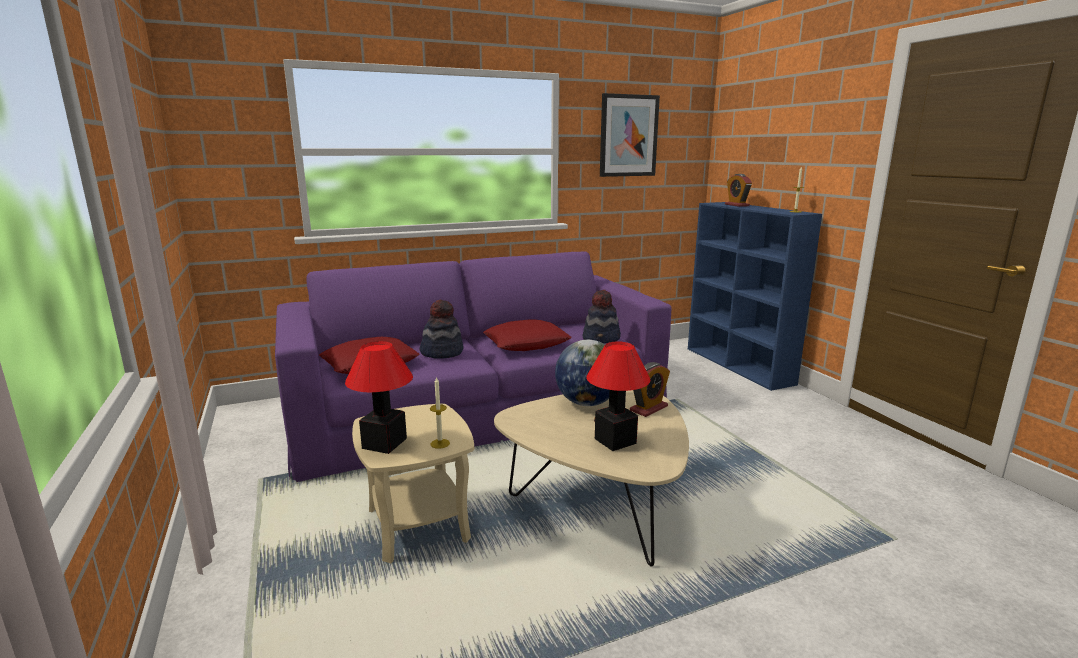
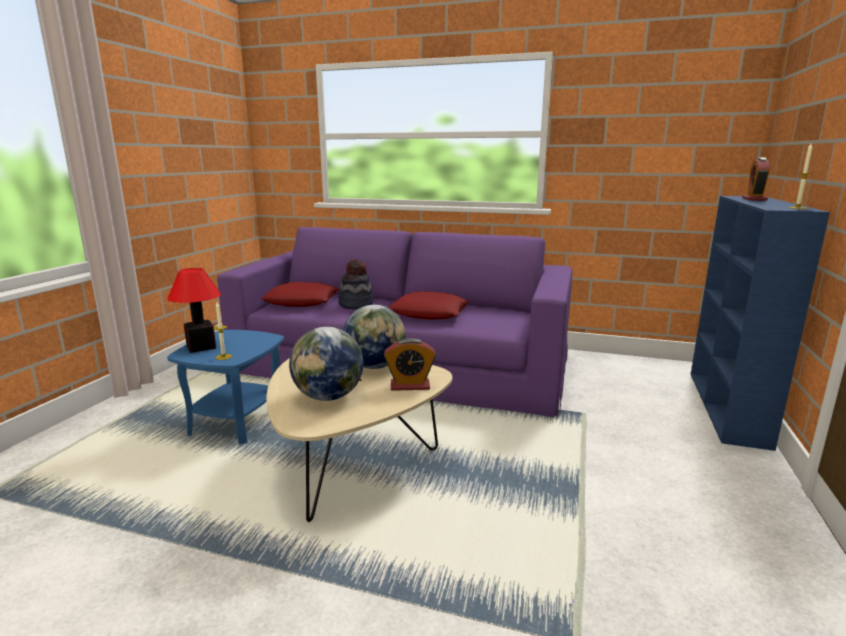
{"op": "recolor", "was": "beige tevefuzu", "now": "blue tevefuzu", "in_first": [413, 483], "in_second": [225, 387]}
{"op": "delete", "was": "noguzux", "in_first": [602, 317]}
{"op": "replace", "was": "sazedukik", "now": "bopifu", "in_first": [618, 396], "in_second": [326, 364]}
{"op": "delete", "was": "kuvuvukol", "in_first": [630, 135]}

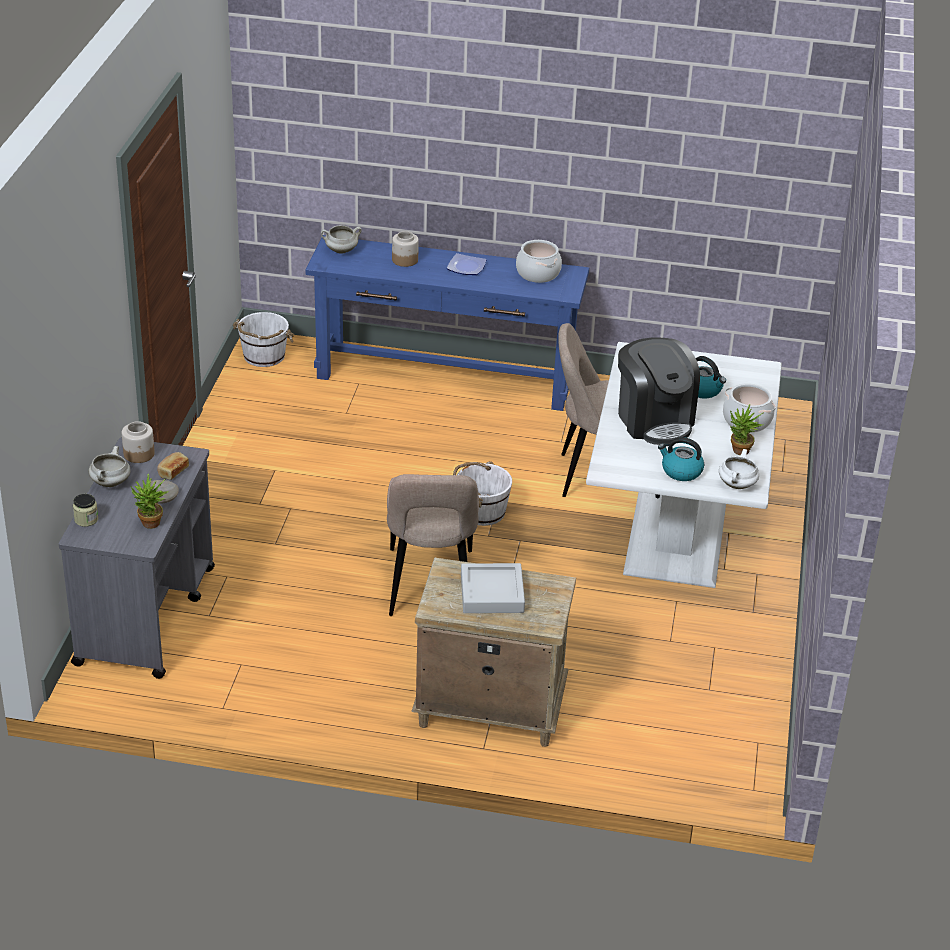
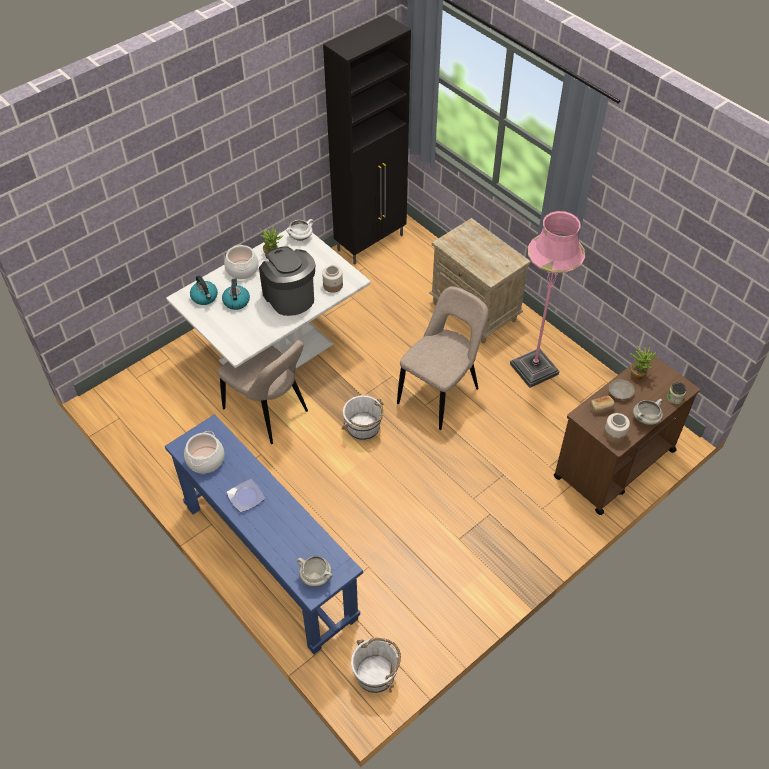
{"op": "recolor", "was": "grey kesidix", "now": "brown kesidix", "in_first": [137, 558], "in_second": [627, 433]}
{"op": "move", "was": "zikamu", "in_first": [405, 249], "in_second": [332, 279]}
{"op": "delete", "was": "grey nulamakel", "in_first": [493, 588]}
{"op": "rotate", "was": "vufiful", "in_first": [659, 391], "in_second": [287, 281], "clockwise": -45}
{"op": "move", "was": "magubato", "in_first": [681, 459], "in_second": [204, 290]}
{"op": "insert", "now": "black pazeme", "in_second": [367, 139]}
{"op": "insert", "now": "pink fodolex", "in_second": [547, 299]}

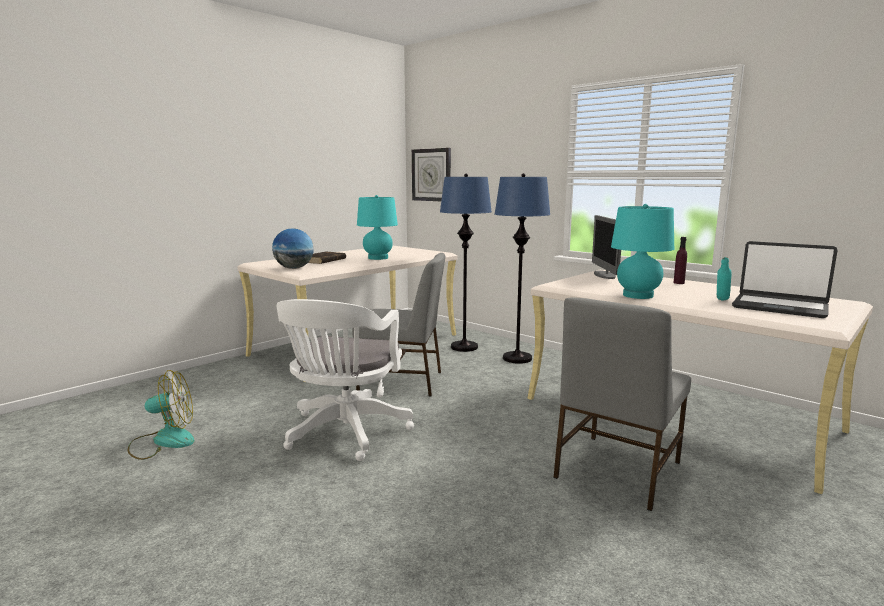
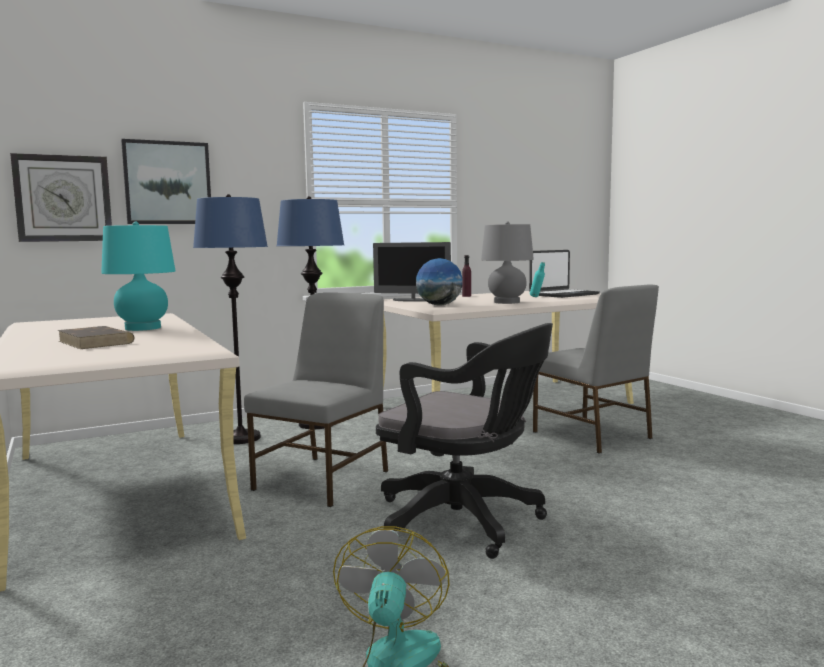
{"op": "move", "was": "bopifu", "in_first": [293, 248], "in_second": [439, 281]}
{"op": "recolor", "was": "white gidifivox", "now": "black gidifivox", "in_first": [345, 380], "in_second": [464, 441]}
{"op": "recolor", "was": "turquoise sazedukik", "now": "grey sazedukik", "in_first": [642, 251], "in_second": [507, 262]}
{"op": "insert", "now": "kuvuvukol", "in_second": [166, 181]}

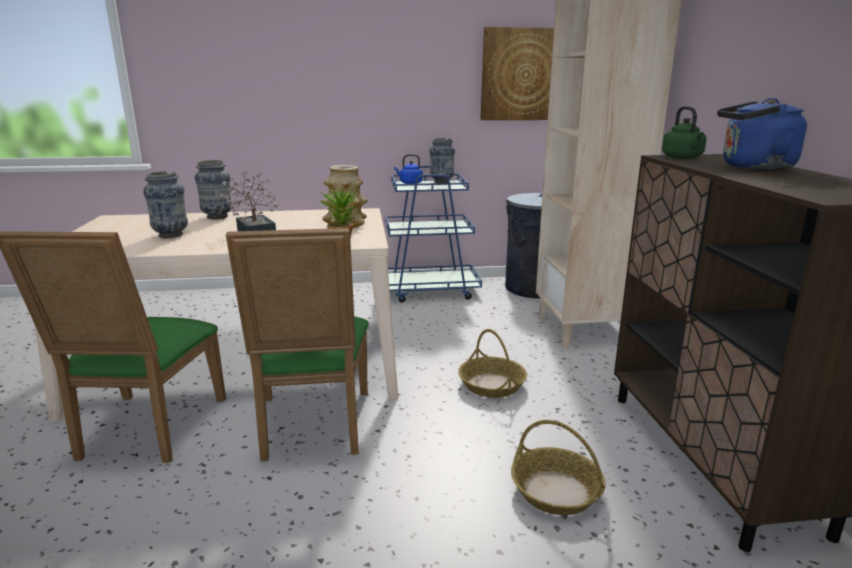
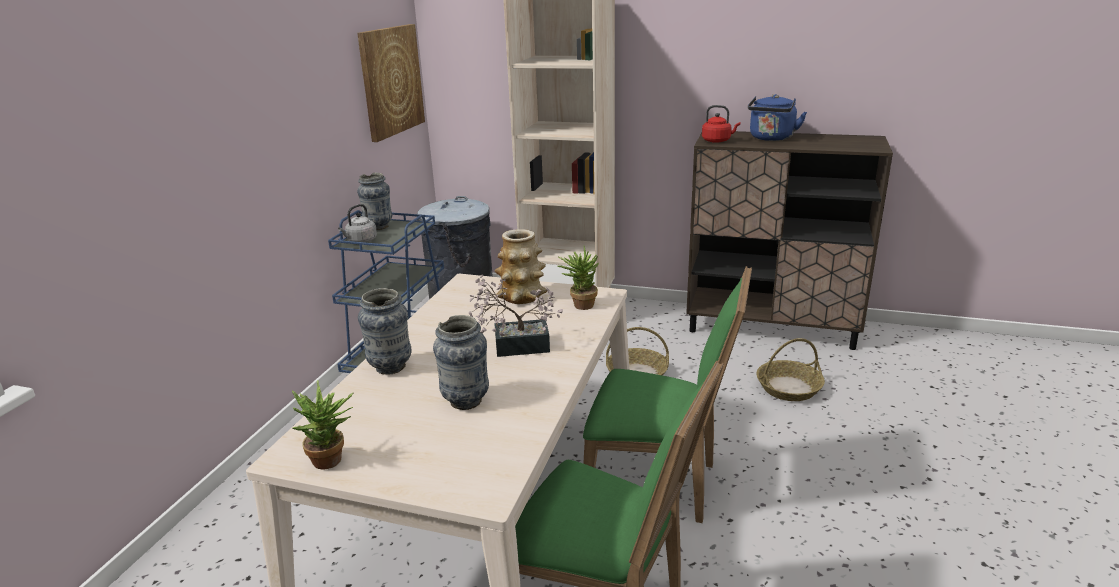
{"op": "recolor", "was": "blue magubato", "now": "grey magubato", "in_first": [408, 169], "in_second": [357, 223]}
{"op": "recolor", "was": "green magubato", "now": "red magubato", "in_first": [684, 132], "in_second": [721, 124]}
{"op": "insert", "now": "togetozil", "in_second": [322, 424]}

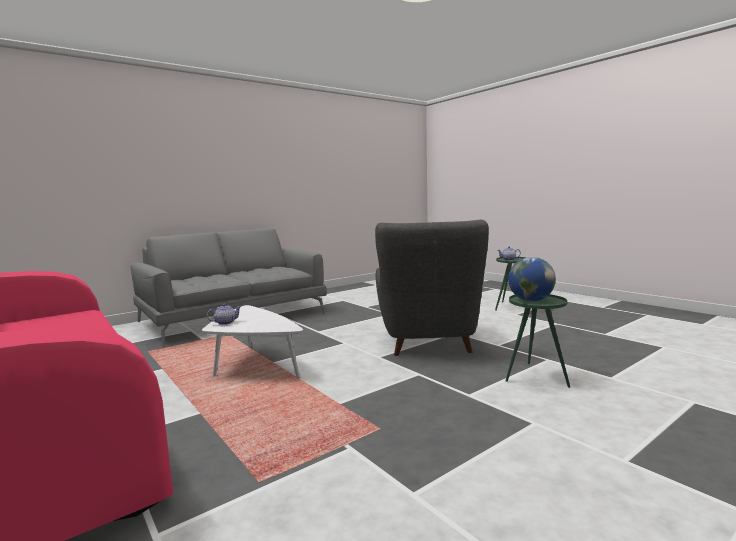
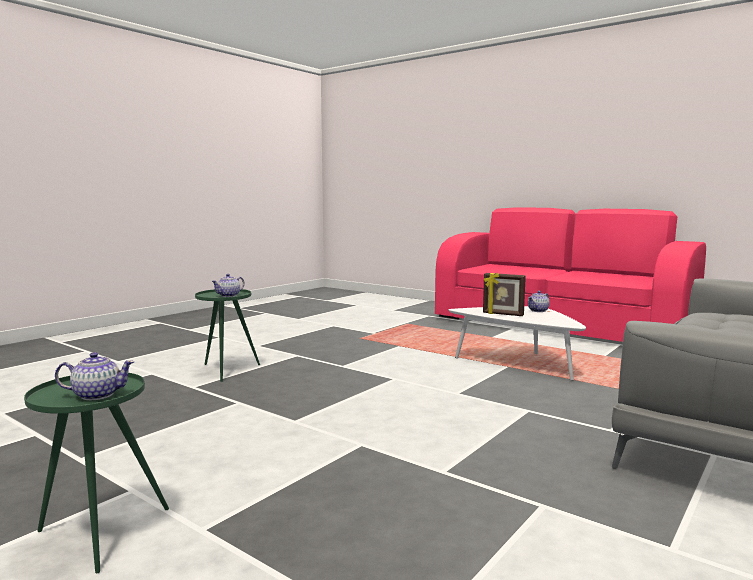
{"op": "delete", "was": "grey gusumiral", "in_first": [432, 288]}
{"op": "replace", "was": "bopifu", "now": "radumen", "in_first": [532, 279], "in_second": [228, 285]}
{"op": "insert", "now": "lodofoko", "in_second": [504, 294]}

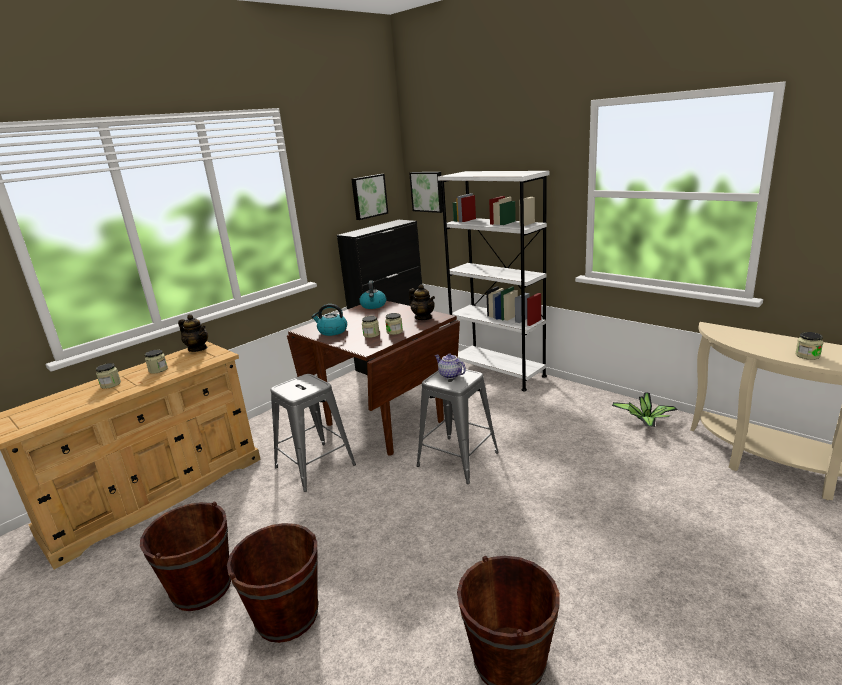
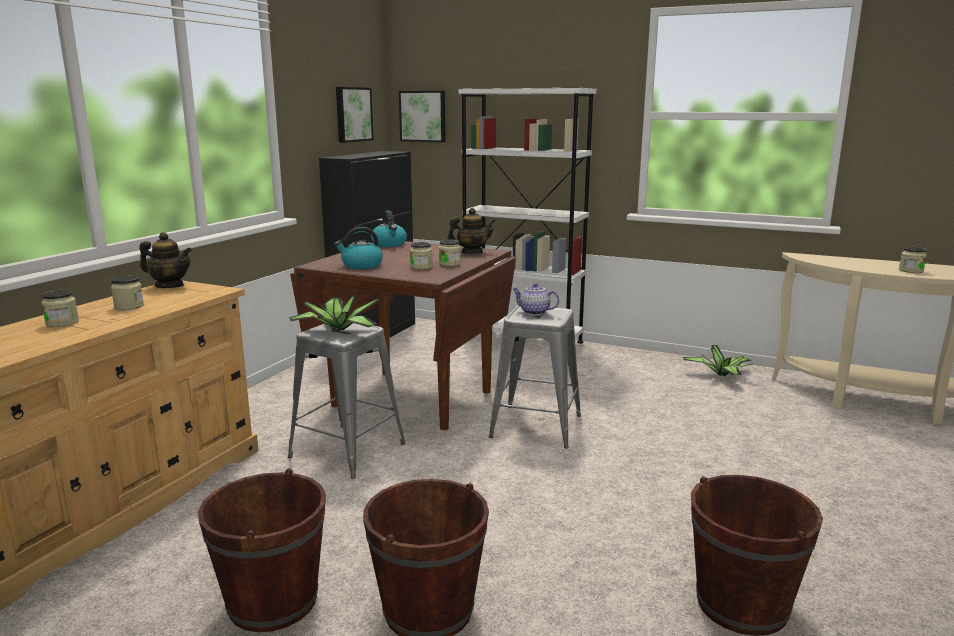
{"op": "rotate", "was": "radumen", "in_first": [422, 302], "in_second": [472, 231], "clockwise": -45}
{"op": "insert", "now": "togetozil", "in_second": [334, 313]}

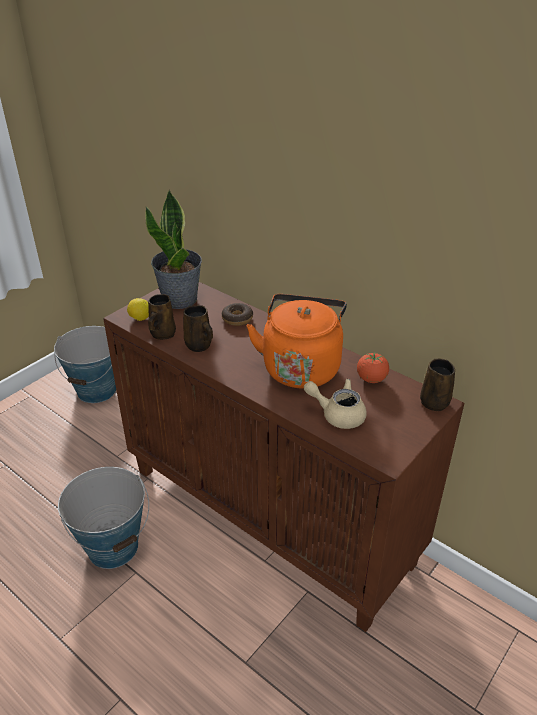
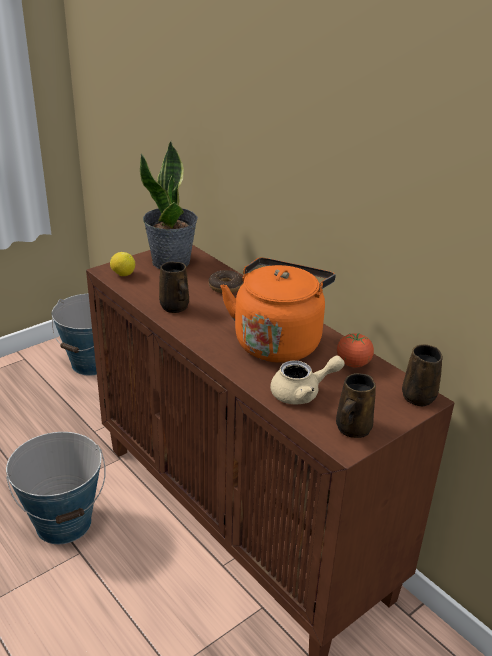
{"op": "move", "was": "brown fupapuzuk", "in_first": [162, 317], "in_second": [356, 405]}
{"op": "rotate", "was": "beige radumen", "in_first": [335, 404], "in_second": [307, 380], "clockwise": 135}

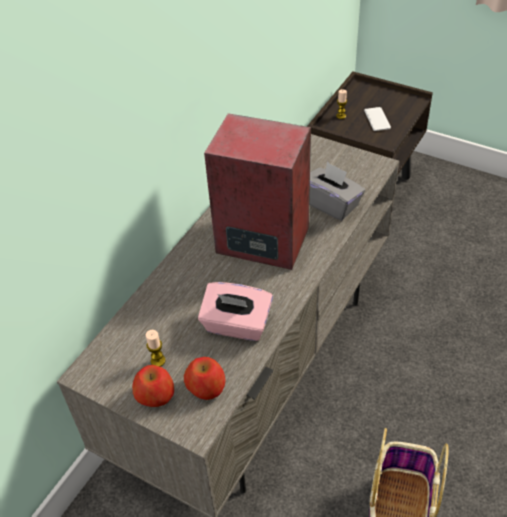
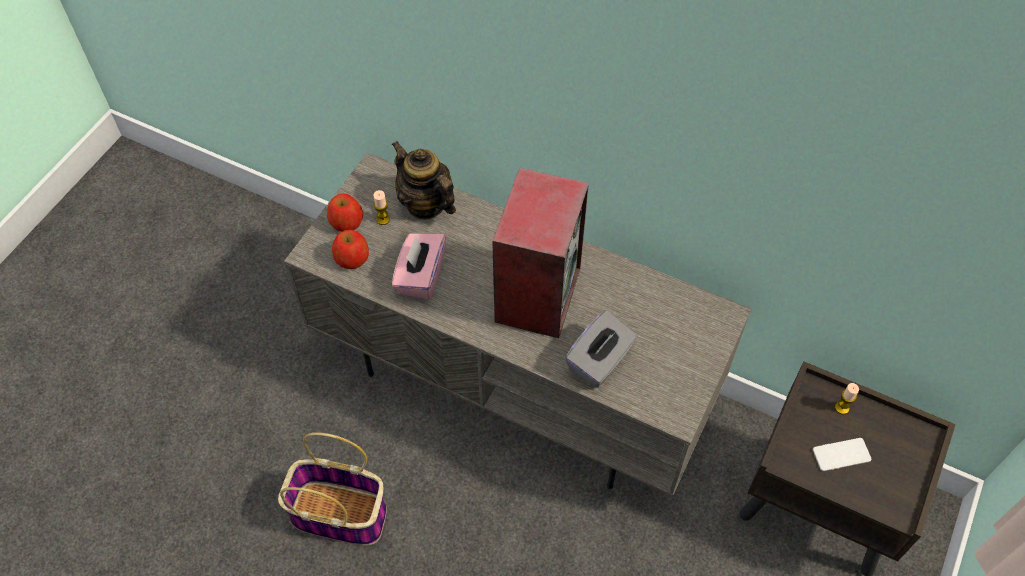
{"op": "insert", "now": "radumen", "in_second": [423, 180]}

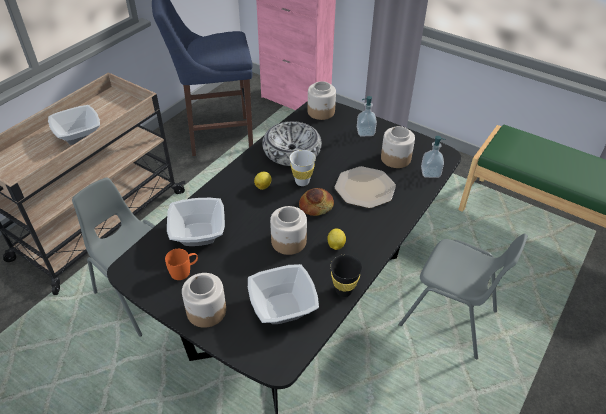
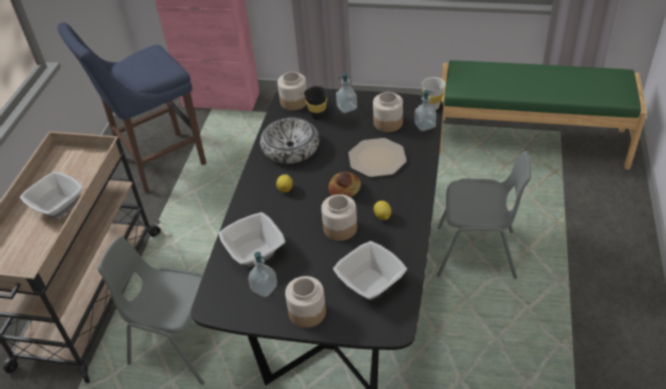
{"op": "replace", "was": "orange fupapuzuk", "now": "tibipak", "in_first": [181, 264], "in_second": [262, 274]}
{"op": "move", "was": "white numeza", "in_first": [303, 168], "in_second": [434, 93]}
{"op": "move", "was": "black numeza", "in_first": [346, 276], "in_second": [315, 102]}

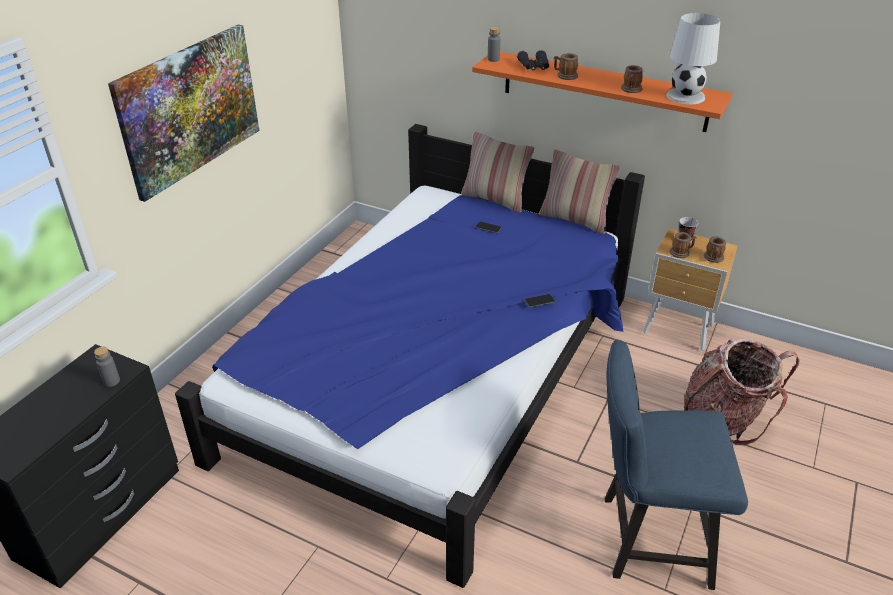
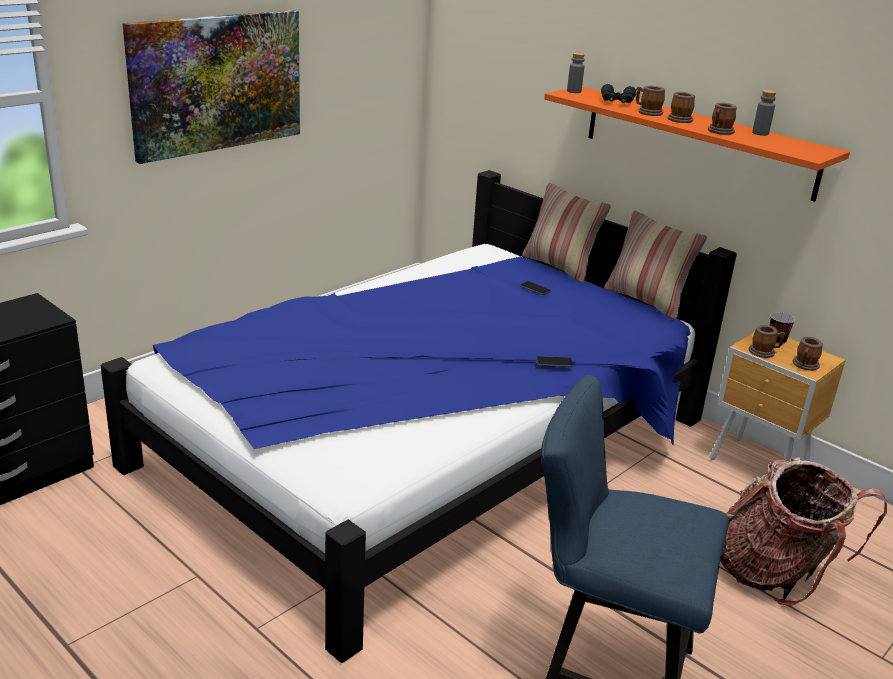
{"op": "move", "was": "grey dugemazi", "in_first": [107, 367], "in_second": [764, 113]}
{"op": "delete", "was": "white sazedukik", "in_first": [693, 58]}
{"op": "insert", "now": "fupapuzuk", "in_second": [681, 107]}

